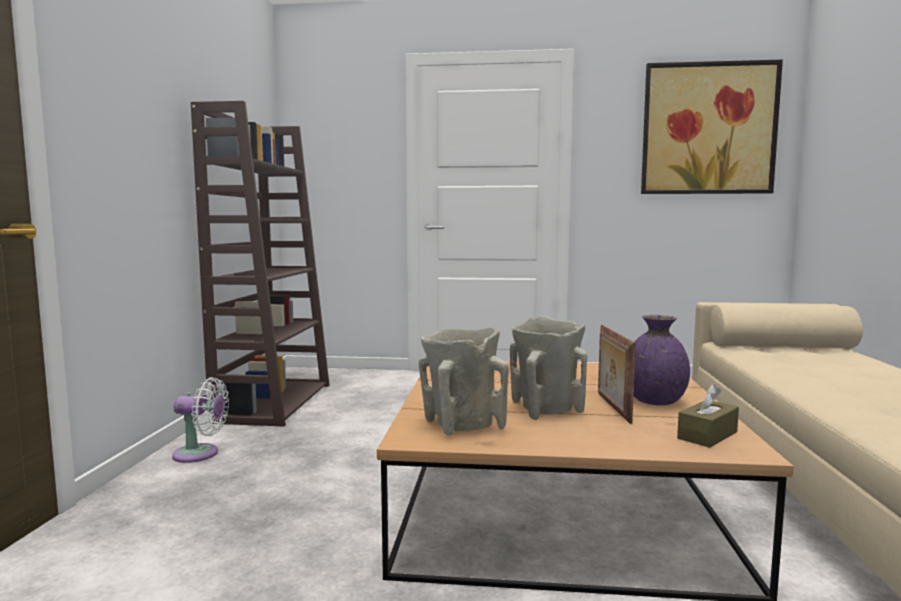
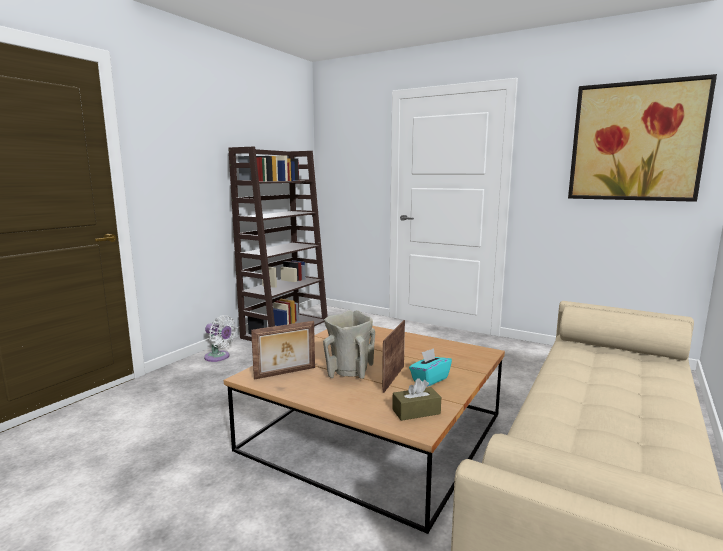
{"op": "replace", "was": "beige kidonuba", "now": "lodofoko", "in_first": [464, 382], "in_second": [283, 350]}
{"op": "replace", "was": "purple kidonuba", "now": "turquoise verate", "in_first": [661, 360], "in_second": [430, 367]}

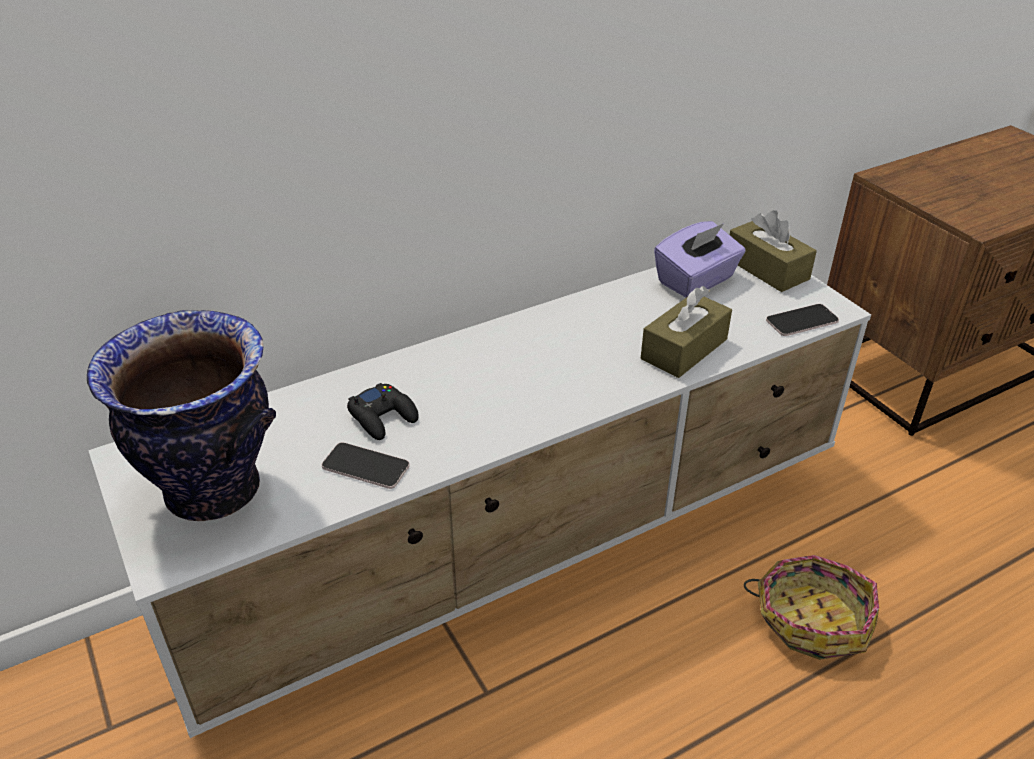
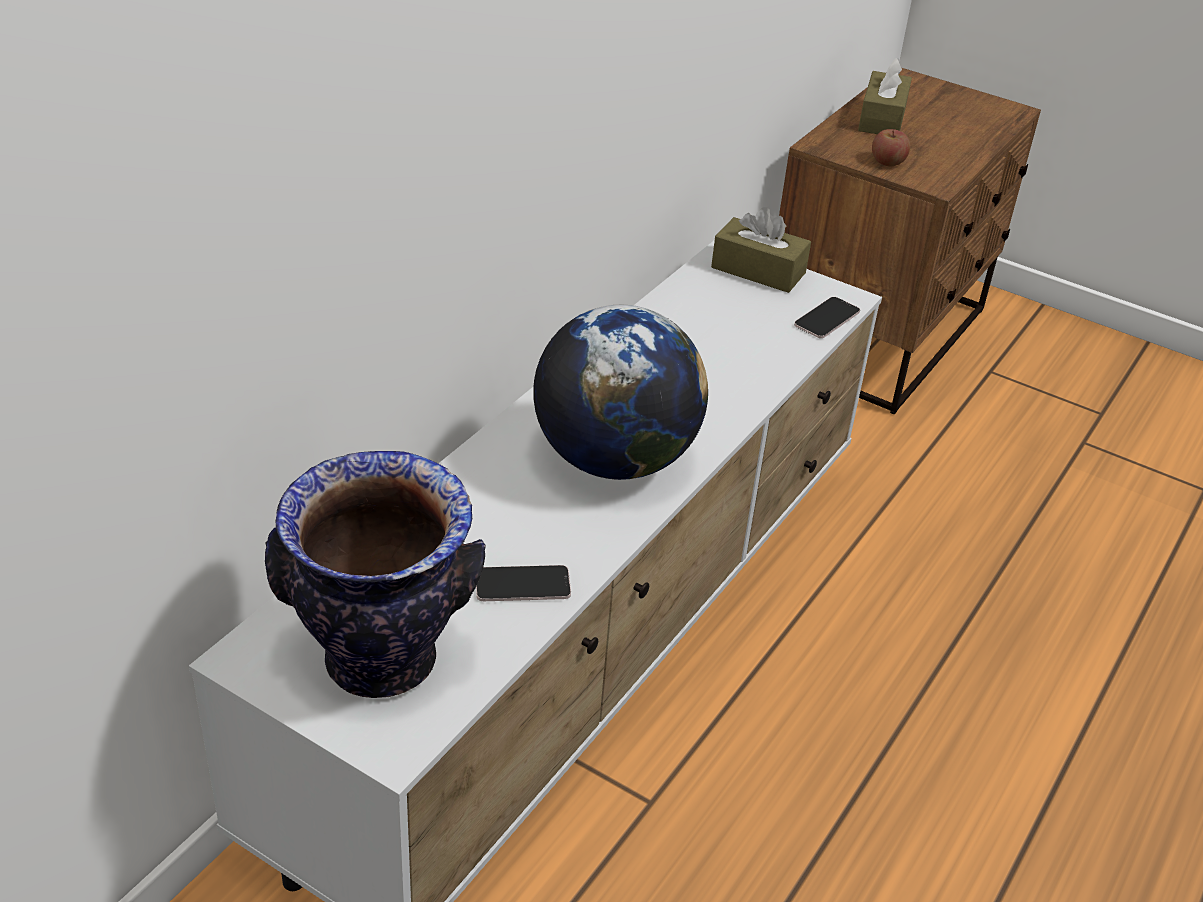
{"op": "delete", "was": "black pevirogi", "in_first": [383, 411]}
{"op": "move", "was": "brown verate", "in_first": [686, 332], "in_second": [885, 96]}
{"op": "delete", "was": "purple verate", "in_first": [700, 259]}
{"op": "delete", "was": "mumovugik", "in_first": [811, 607]}
{"op": "insert", "now": "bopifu", "in_second": [620, 392]}
{"op": "insert", "now": "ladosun", "in_second": [891, 147]}

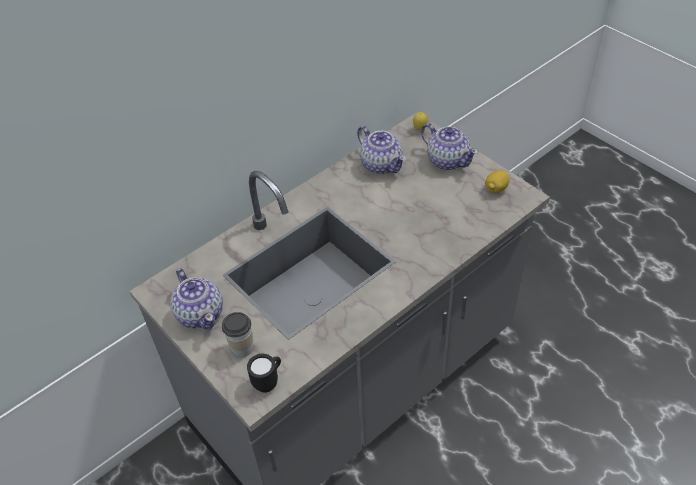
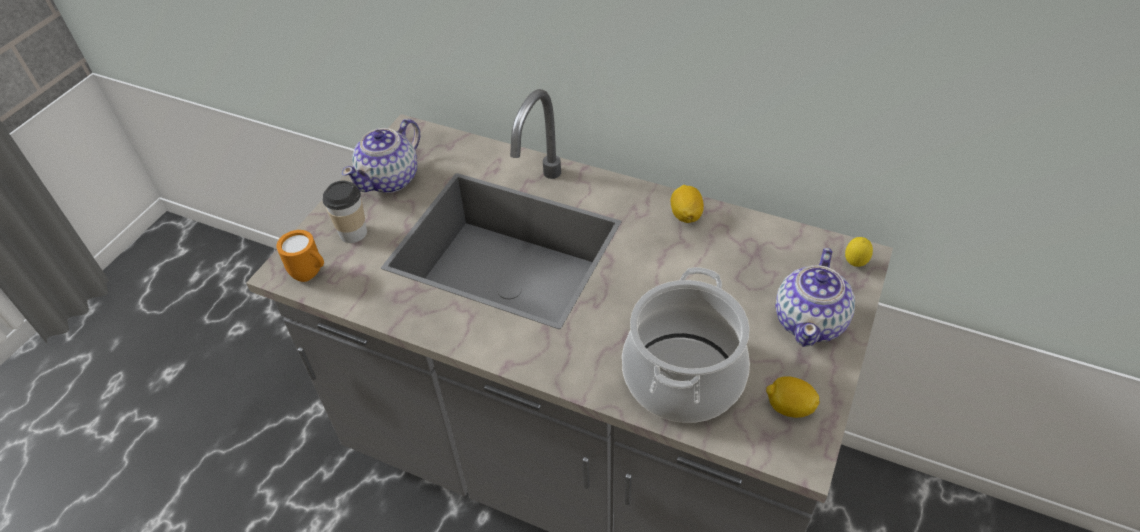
{"op": "recolor", "was": "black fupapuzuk", "now": "orange fupapuzuk", "in_first": [264, 373], "in_second": [300, 256]}
{"op": "delete", "was": "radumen", "in_first": [381, 150]}
{"op": "insert", "now": "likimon", "in_second": [686, 345]}
{"op": "insert", "now": "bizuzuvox", "in_second": [687, 204]}

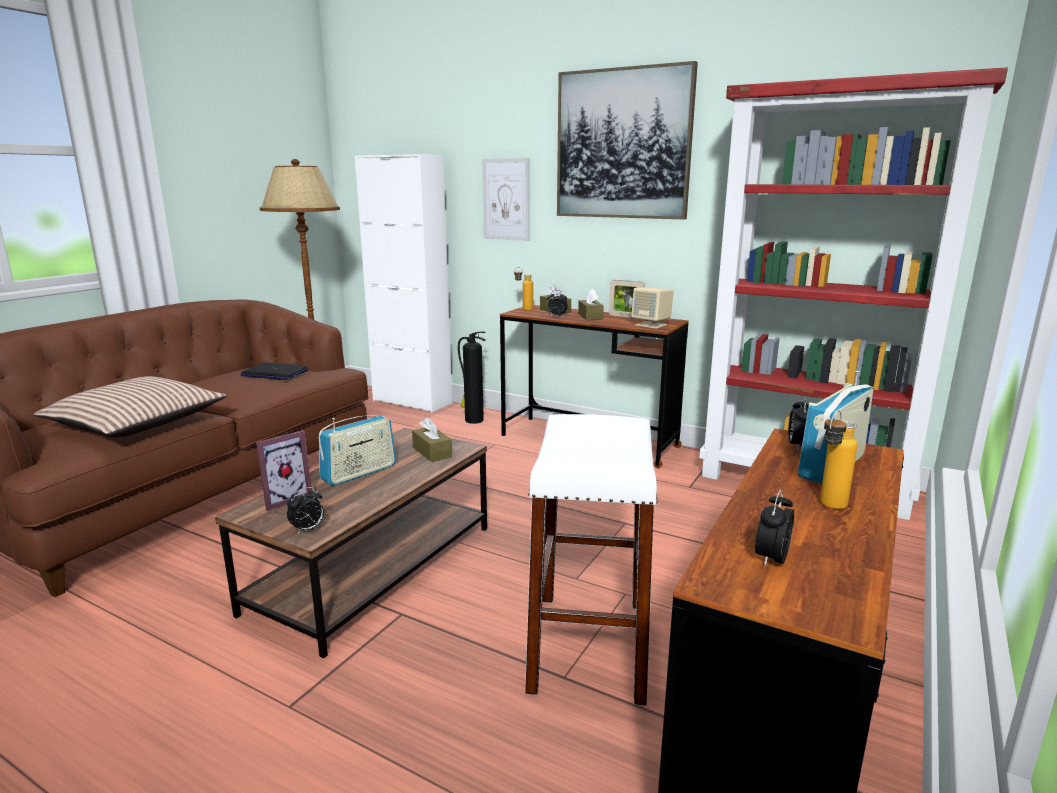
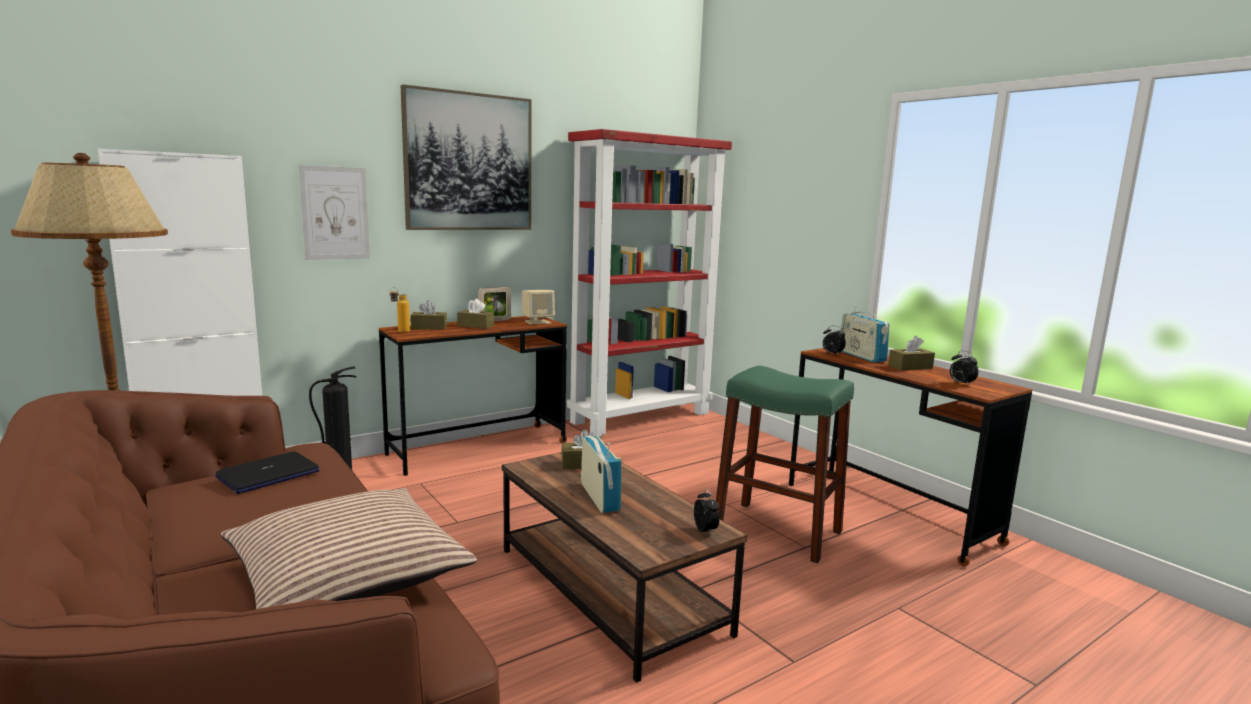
{"op": "delete", "was": "lodofoko", "in_first": [284, 470]}
{"op": "recolor", "was": "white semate", "now": "green semate", "in_first": [591, 560], "in_second": [785, 464]}
{"op": "delete", "was": "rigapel", "in_first": [557, 303]}
{"op": "replace", "was": "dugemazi", "now": "brown verate", "in_first": [838, 460], "in_second": [911, 353]}

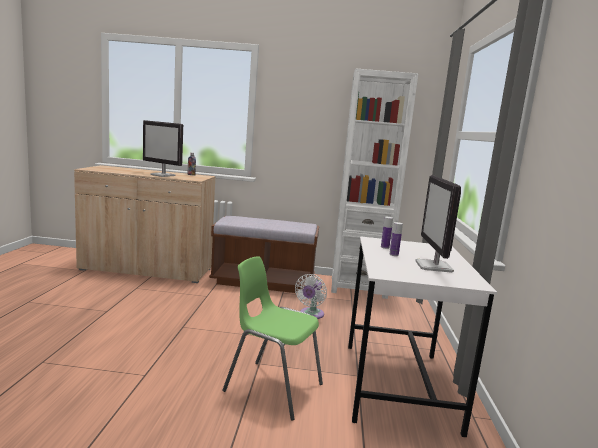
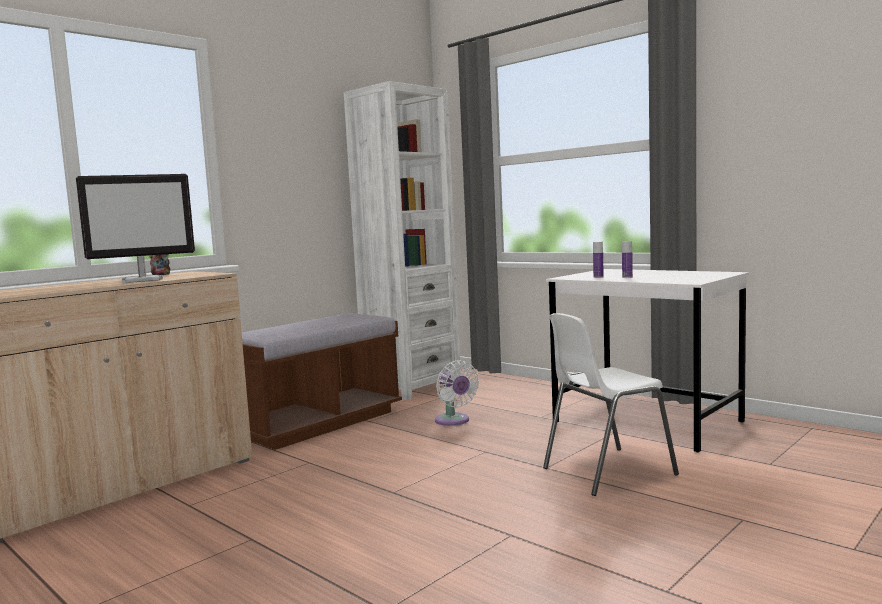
{"op": "recolor", "was": "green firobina", "now": "white firobina", "in_first": [272, 338], "in_second": [611, 404]}
{"op": "delete", "was": "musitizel", "in_first": [438, 224]}

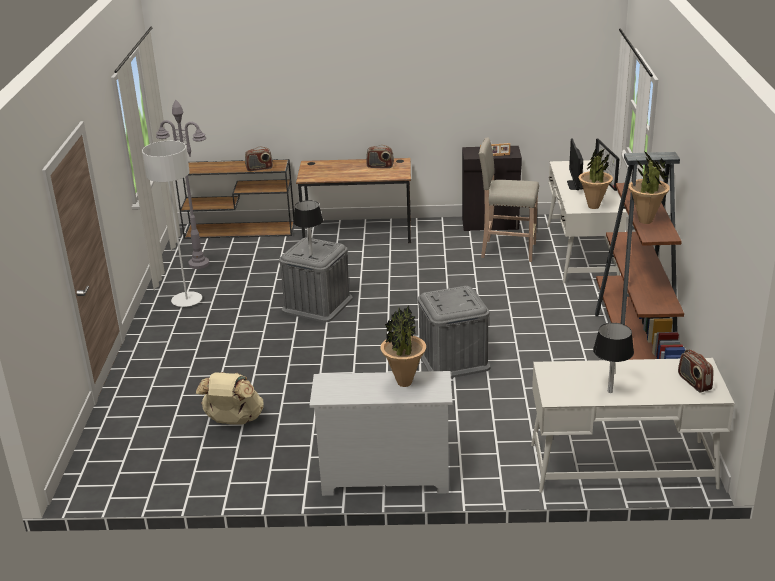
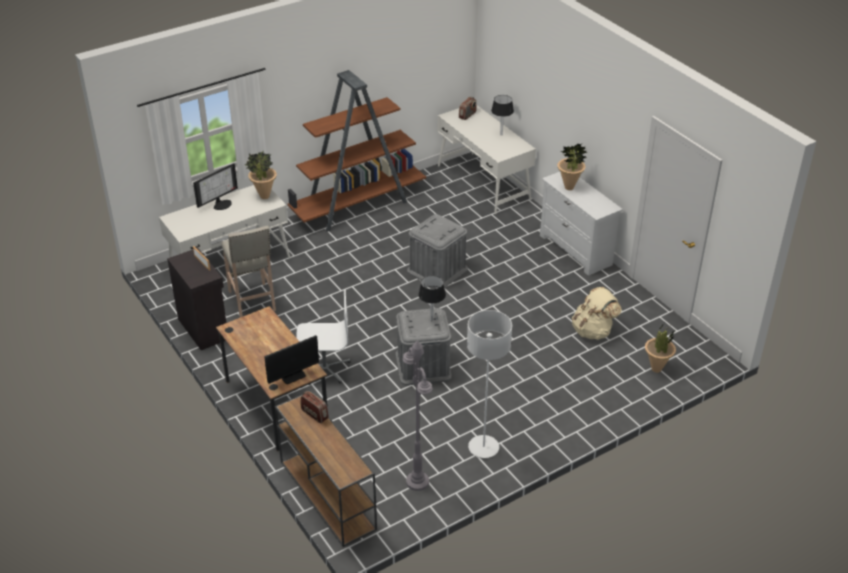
{"op": "delete", "was": "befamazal", "in_first": [380, 156]}
{"op": "move", "was": "musitizel", "in_first": [575, 164], "in_second": [291, 359]}
{"op": "move", "was": "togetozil", "in_first": [649, 187], "in_second": [660, 348]}
{"op": "insert", "now": "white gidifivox", "in_second": [323, 337]}

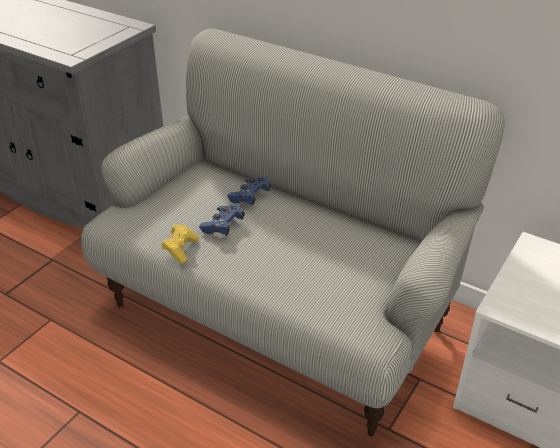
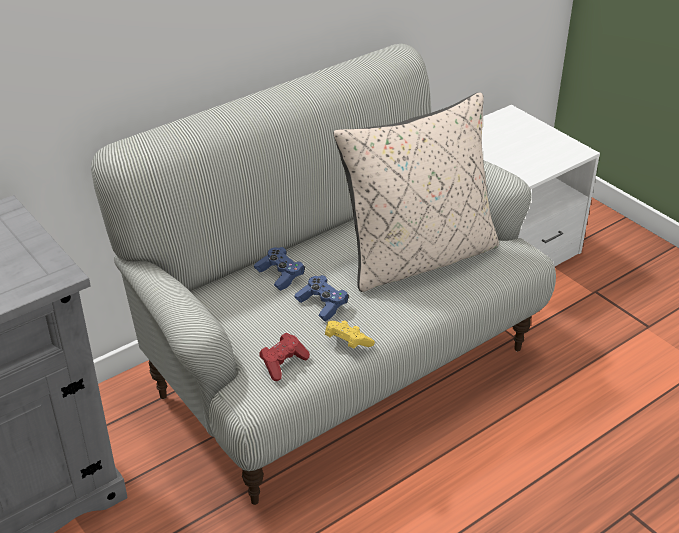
{"op": "insert", "now": "red pevirogi", "in_second": [284, 357]}
{"op": "insert", "now": "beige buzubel", "in_second": [416, 192]}

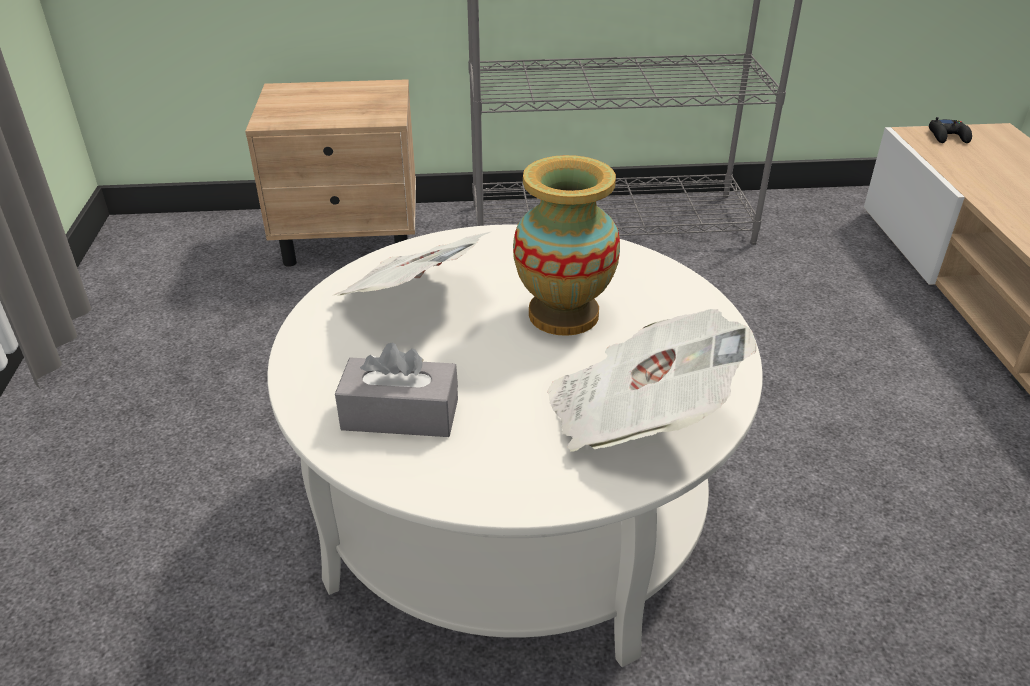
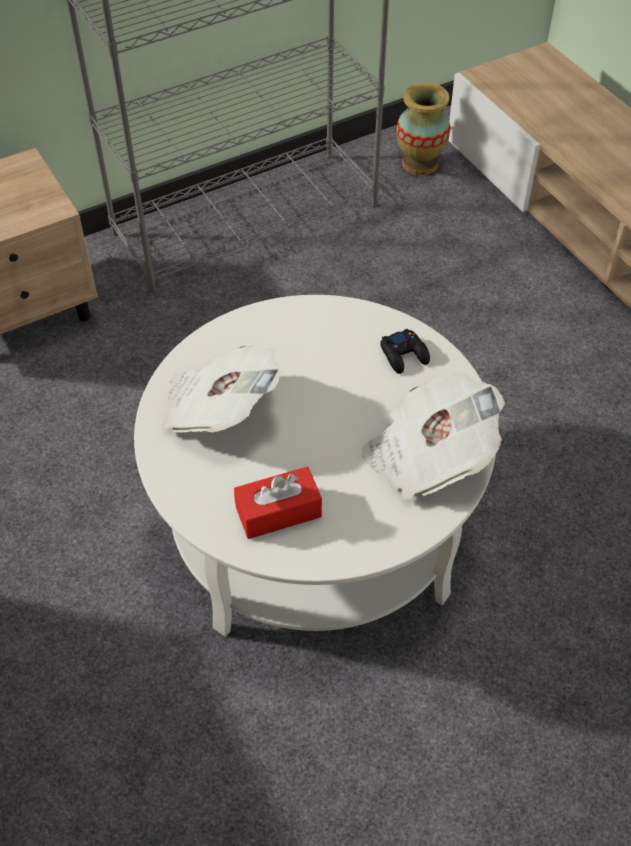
{"op": "recolor", "was": "grey verate", "now": "red verate", "in_first": [396, 390], "in_second": [278, 503]}
{"op": "move", "was": "kidonuba", "in_first": [566, 245], "in_second": [423, 129]}
{"op": "move", "was": "black pevirogi", "in_first": [950, 130], "in_second": [405, 351]}

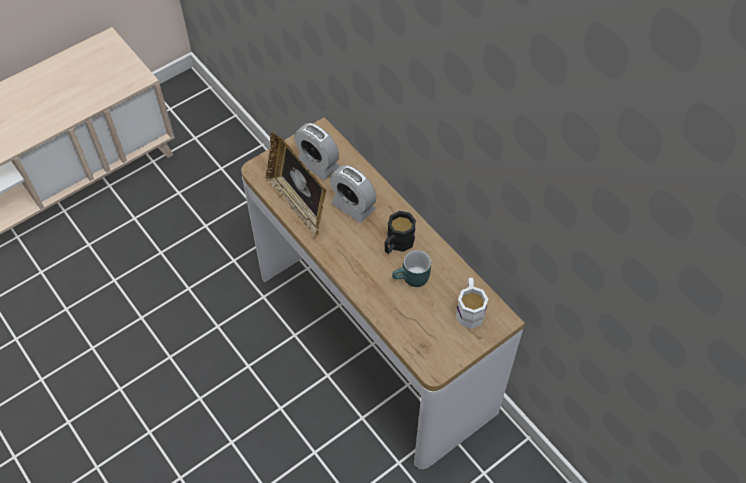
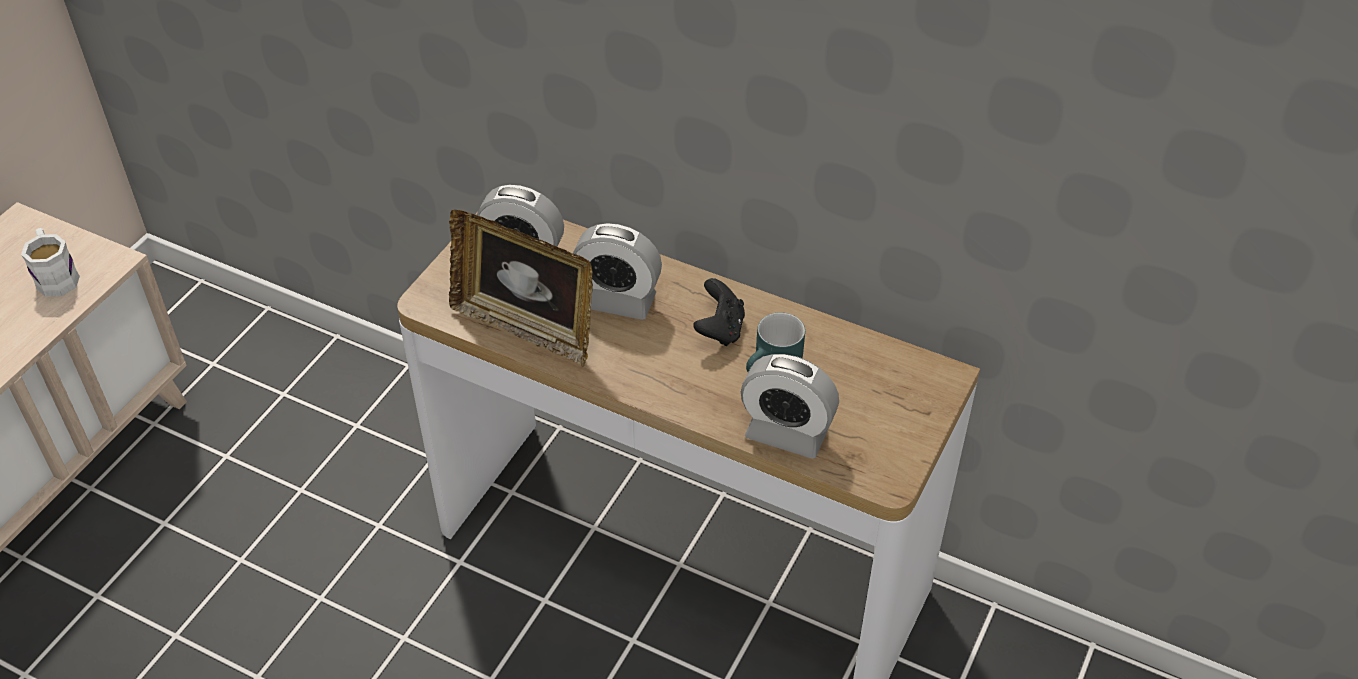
{"op": "replace", "was": "black fupapuzuk", "now": "black pevirogi", "in_first": [400, 232], "in_second": [719, 312]}
{"op": "move", "was": "white fupapuzuk", "in_first": [472, 303], "in_second": [50, 262]}
{"op": "insert", "now": "rigapel", "in_second": [790, 406]}

